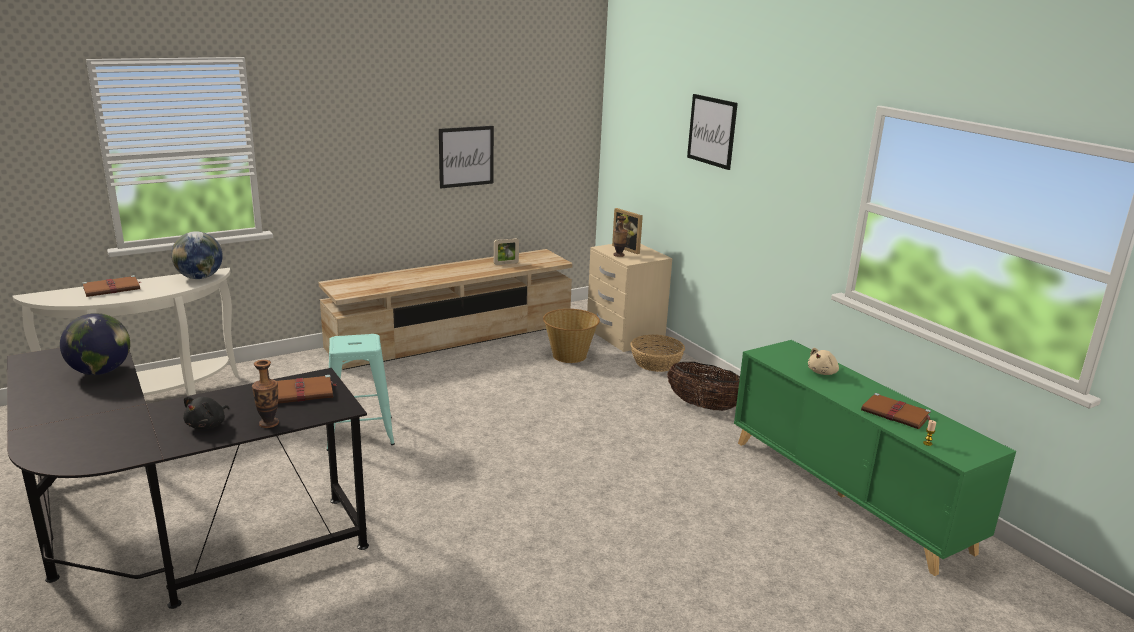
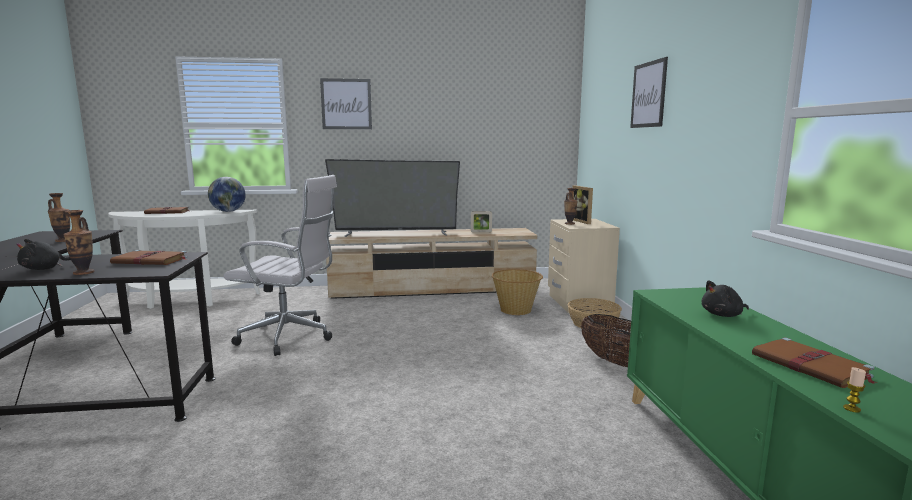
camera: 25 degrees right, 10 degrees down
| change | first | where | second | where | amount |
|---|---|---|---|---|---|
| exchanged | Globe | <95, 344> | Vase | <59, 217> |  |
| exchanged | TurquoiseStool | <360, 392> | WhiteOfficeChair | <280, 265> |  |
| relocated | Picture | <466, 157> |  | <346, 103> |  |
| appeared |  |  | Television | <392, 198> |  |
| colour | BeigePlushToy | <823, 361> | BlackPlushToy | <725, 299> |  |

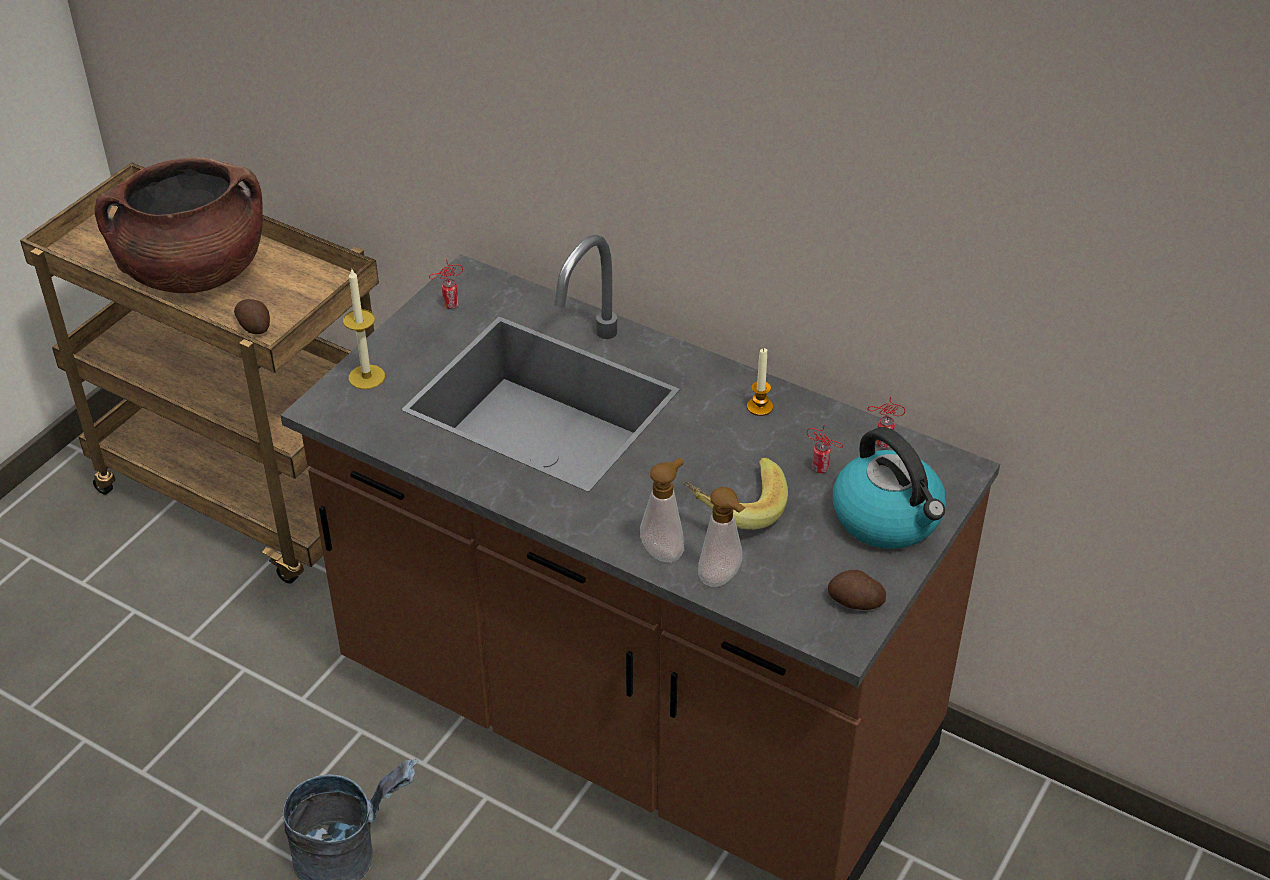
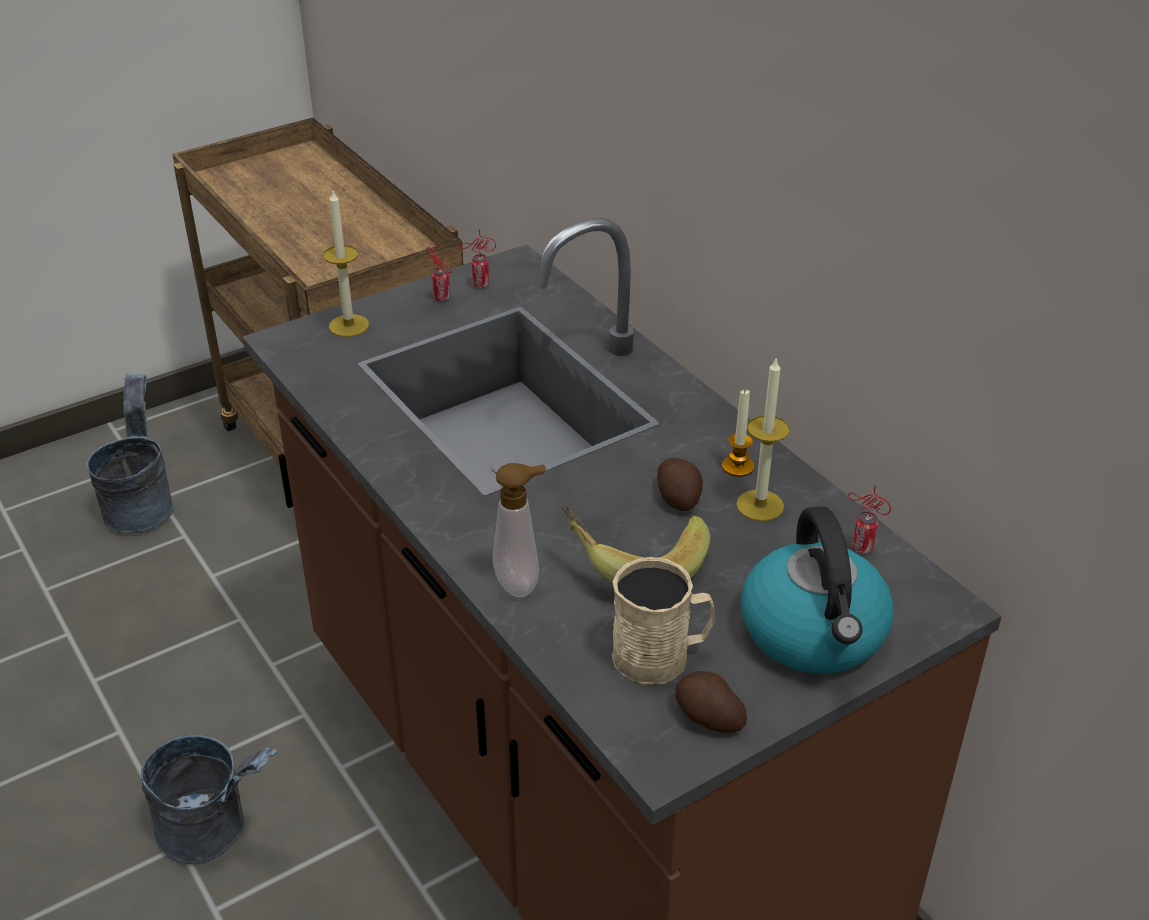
camera: 25 degrees right, 5 degrees down
| change | first | where | second | where | amount |
|---|---|---|---|---|---|
| appeared |  |  | GreyBucket | <130, 453> |  |
| relocated | Can | <825, 449> |  | <439, 273> |  |
| appeared |  |  | BeigeMug | <663, 621> |  |
| relocated | Potato | <252, 316> |  | <680, 484> |  |
| appeared |  |  | Candle | <763, 440> |  |
| missing | BrownCookingPot | <179, 225> |  |  |  |
| missing | SoapDispenser | <721, 537> |  |  |  |

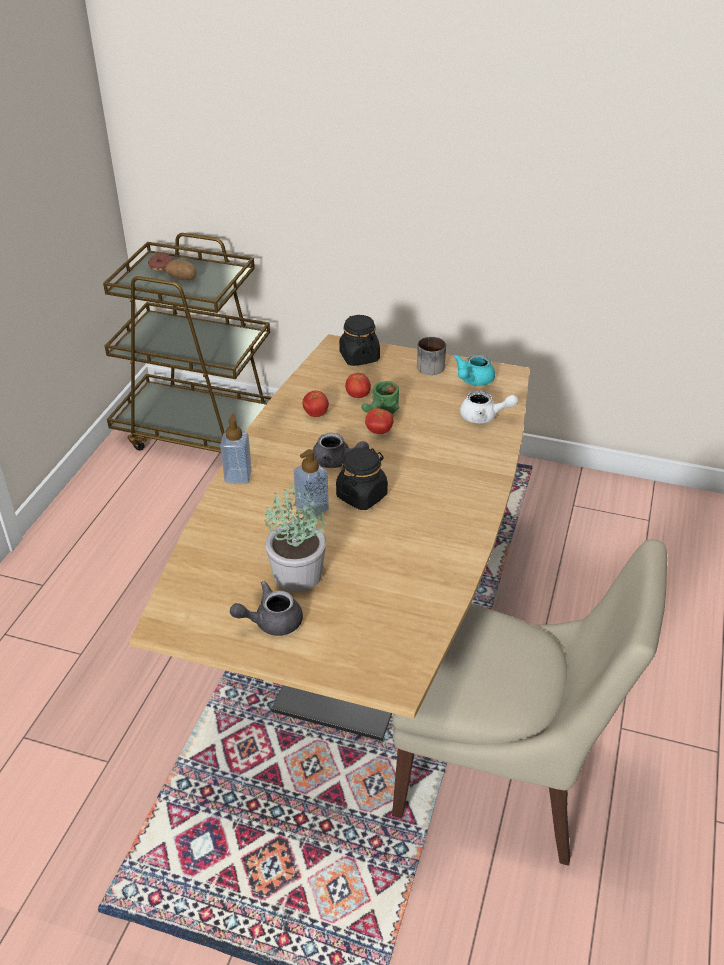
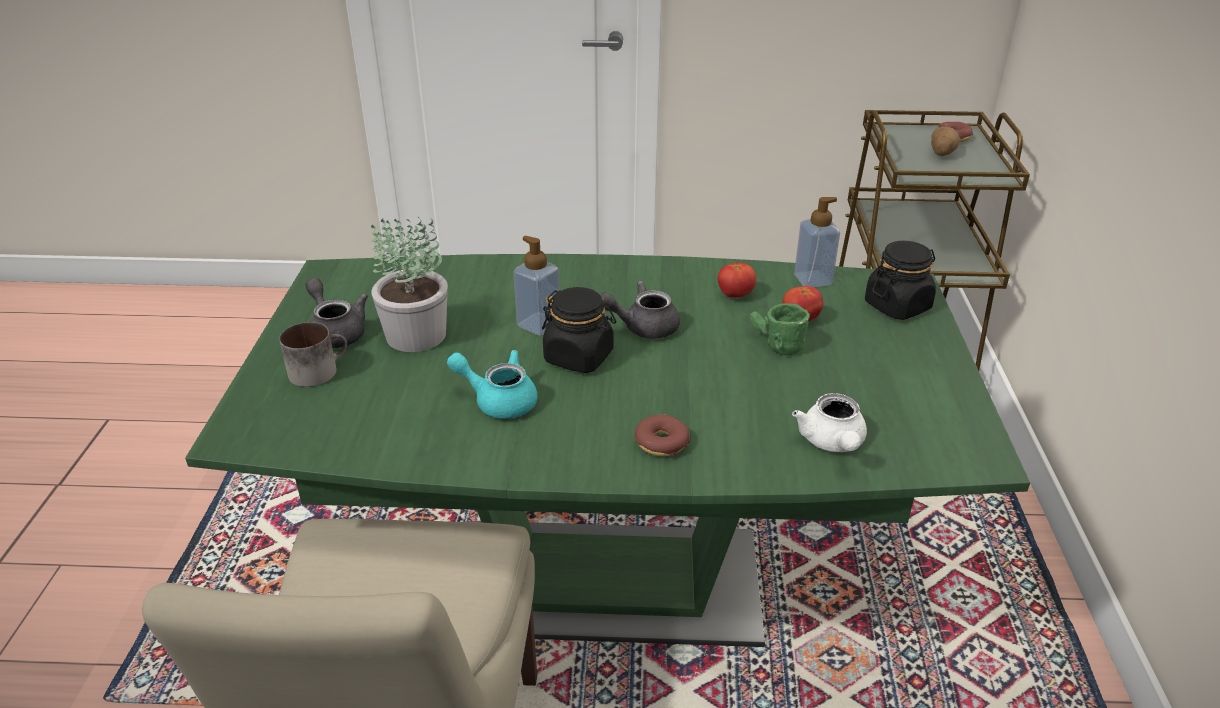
camera: 75 degrees right, 5 degrees down
| change | first | where | second | where | amount |
|---|---|---|---|---|---|
| colour | BrownDiningTable | <329, 537> | GreenDiningTable | <607, 450> |  |
| relocated | Mug | <431, 356> |  | <313, 354> |  |
| relocated | TurquoiseTeapot | <474, 370> |  | <492, 384> |  |
| spun | GreyTeapot | <341, 450> |  | <640, 310> | 75 degrees clockwise |
| appeared |  |  | Donut | <662, 435> |  |
| relocated | SoapDispenser | <236, 449> |  | <817, 242> |  |
| missing | Tomato | <379, 421> |  |  |  |

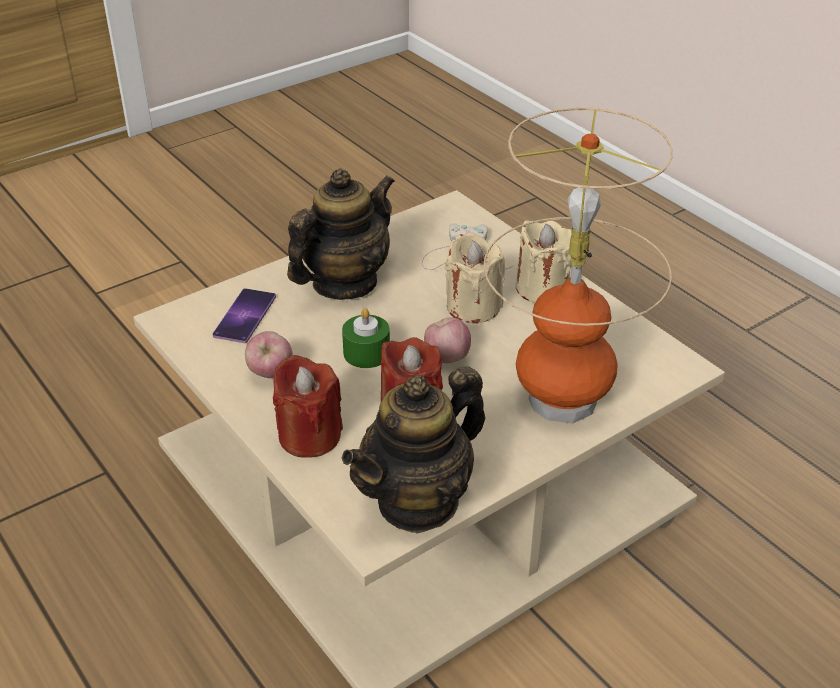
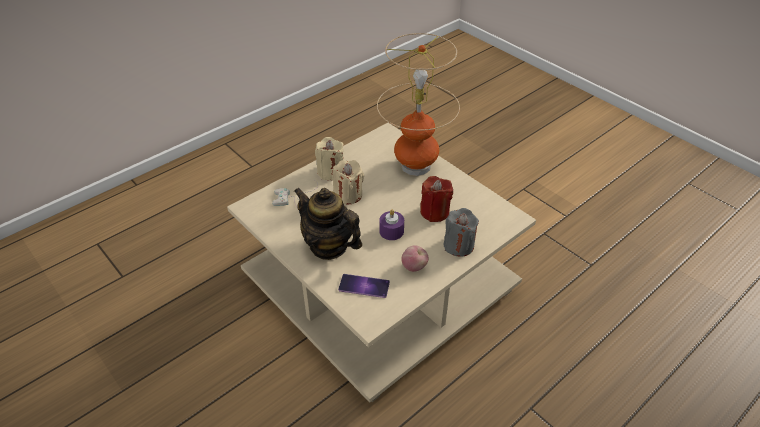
camera: 95 degrees left, 5 degrees up
| change | first | where | second | where | amount |
|---|---|---|---|---|---|
| colour | GreenCandle | <366, 338> | PurpleCandle | <391, 225> |  |
| colour | RedCandle | <308, 406> | GreyCandle | <461, 232> |  |
| missing | Teapot | <413, 449> |  |  |  |
| missing | Apple | <447, 340> |  |  |  |

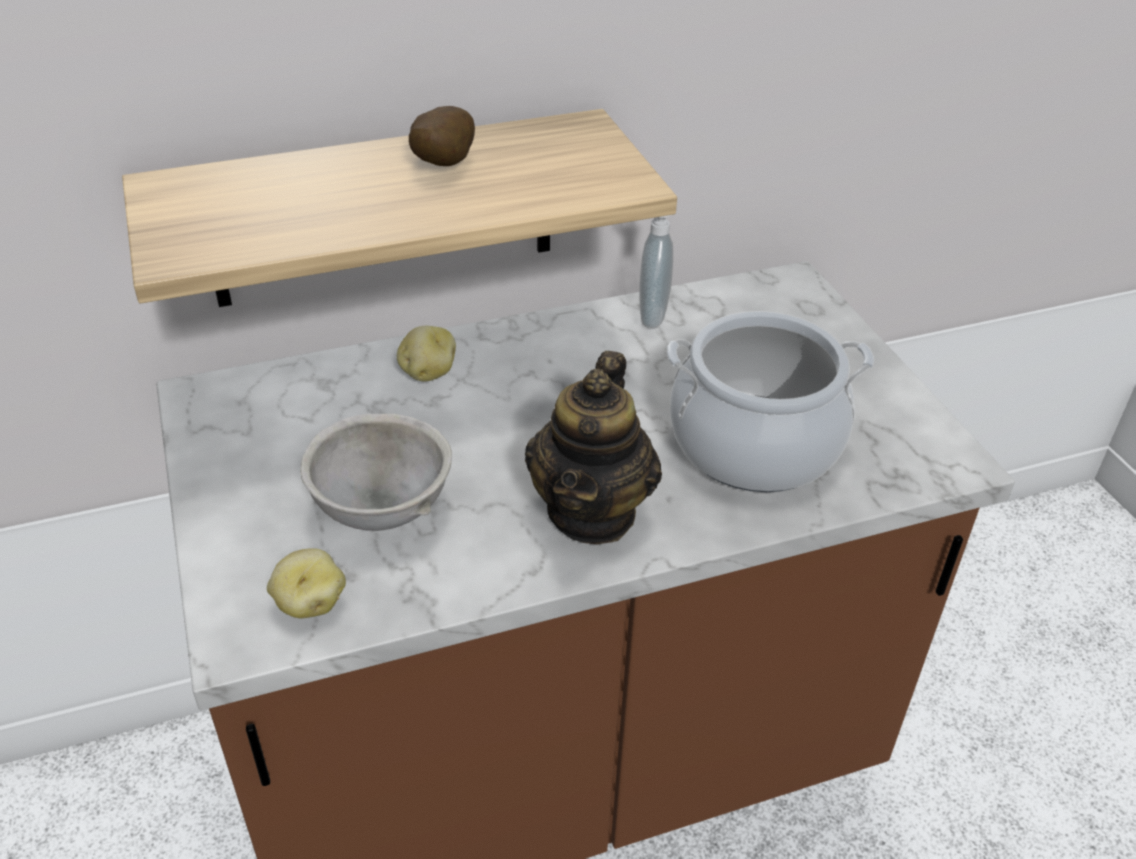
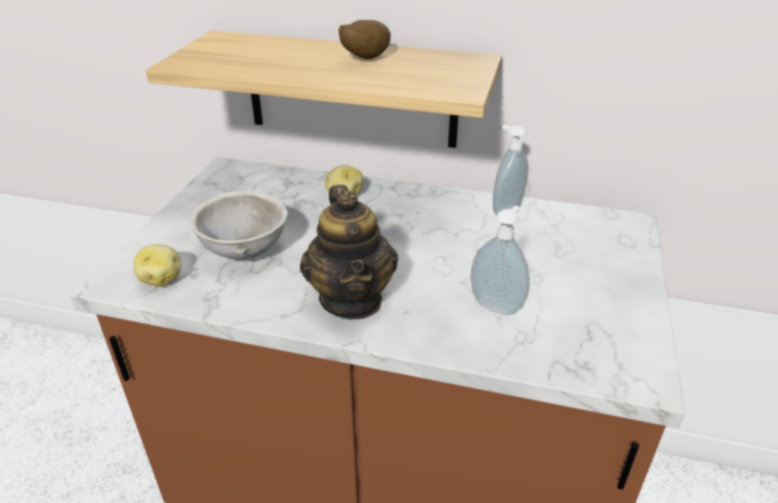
camera: 35 degrees right, 5 degrees down
| change | first | where | second | where | amount |
|---|---|---|---|---|---|
| spun | Teapot | <593, 447> |  | <349, 252> | 60 degrees counterclockwise |
| exchanged | CookingPot | <770, 401> | SoapDispenser | <500, 260> |  |

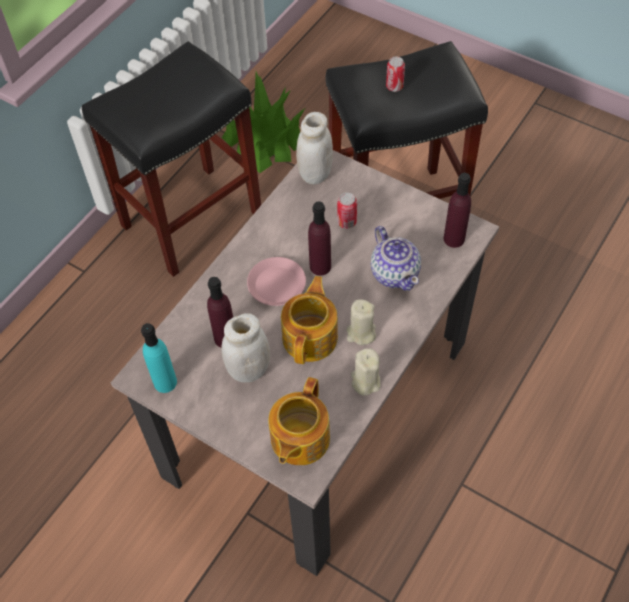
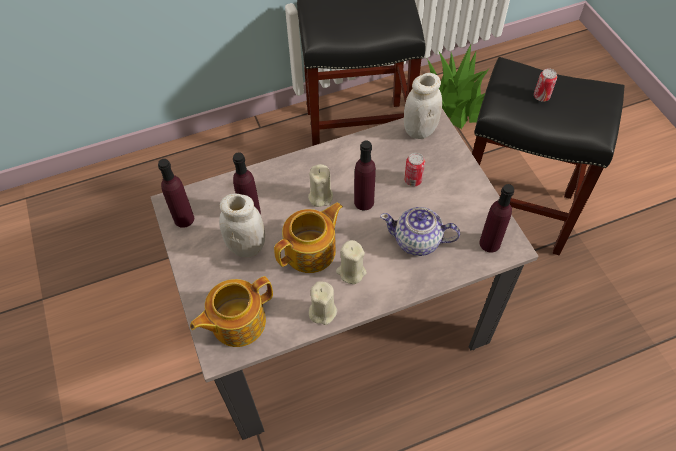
camera: 35 degrees right, 0 degrees up
| change | first | where | second | where | amount |
|---|---|---|---|---|---|
| colour | TurquoiseBottle | <159, 358> | PurpleBottle | <176, 193> |  |
| exchanged | PinkPlate | <276, 281> | BeigeCandle | <320, 185> |  |
| spun | Teapot | <396, 258> |  | <420, 231> | 90 degrees clockwise |

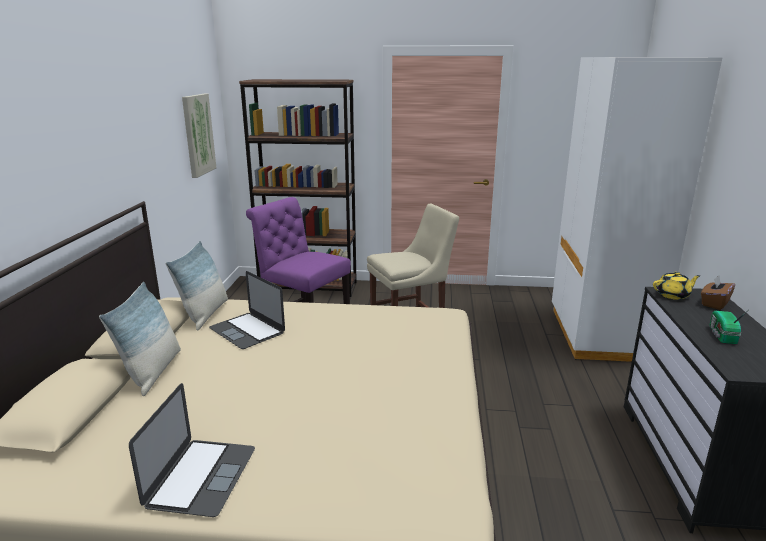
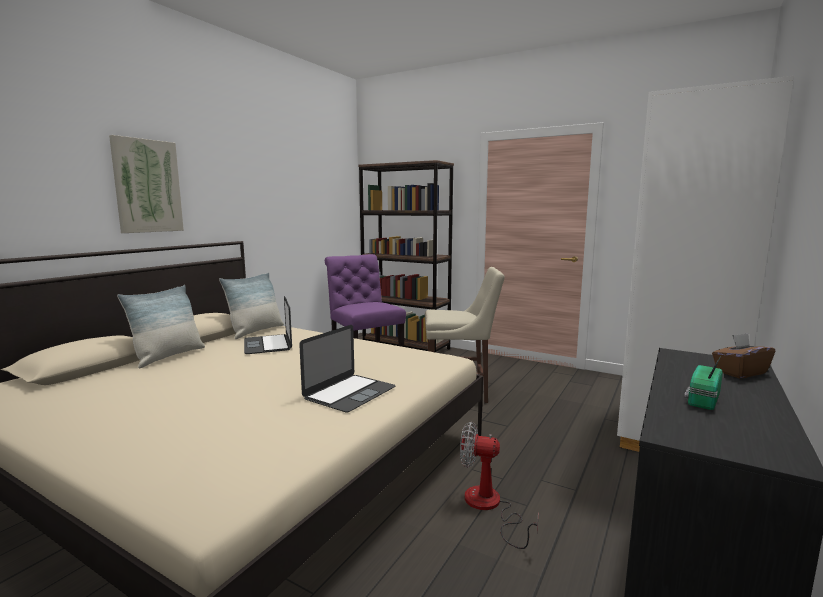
camera: 25 degrees right, 10 degrees down
| change | first | where | second | where | amount |
|---|---|---|---|---|---|
| relocated | Picture | <199, 136> |  | <146, 184> |  |
| relocated | Laptop | <192, 450> |  | <347, 368> |  |
| appeared |  |  | Fan | <499, 485> |  |
| missing | YellowTeapot | <676, 286> |  |  |  |

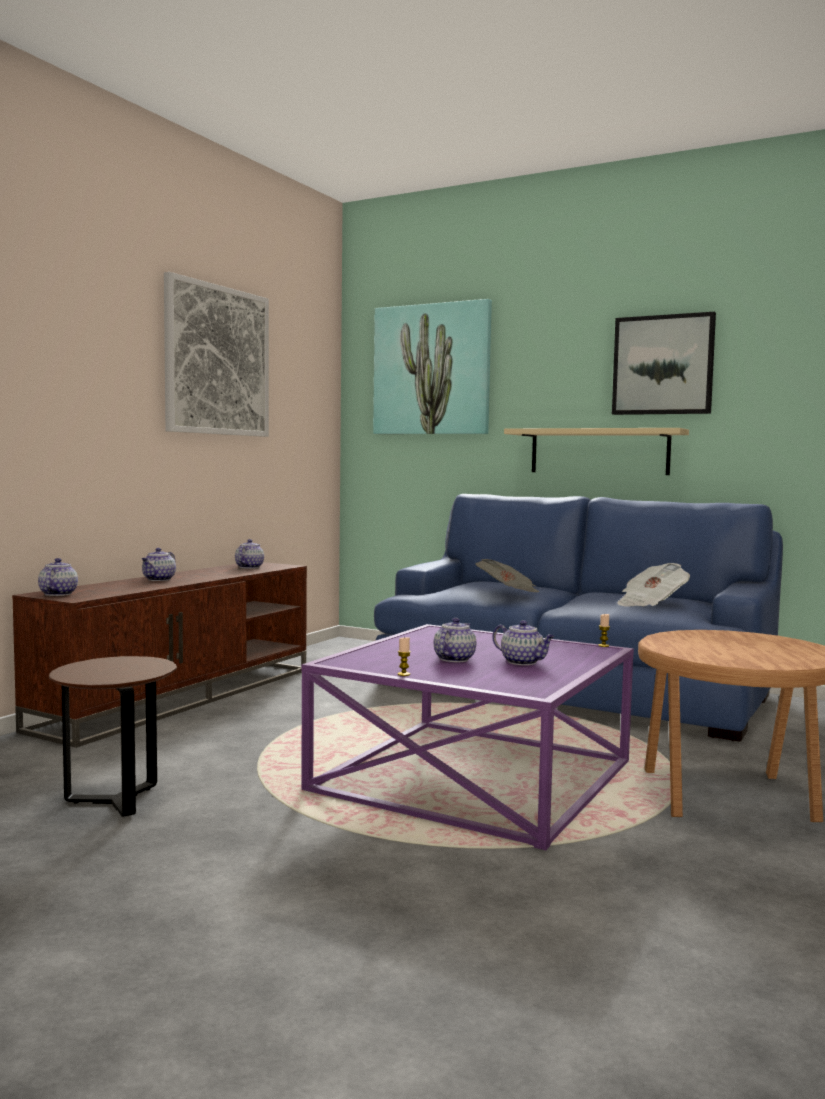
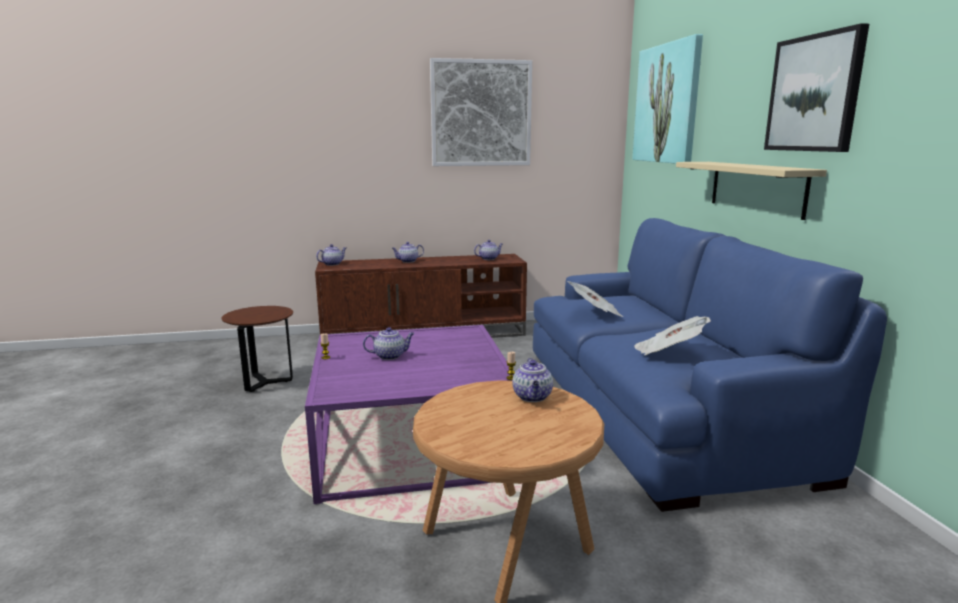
camera: 50 degrees right, 10 degrees up
| change | first | where | second | where | amount |
|---|---|---|---|---|---|
| relocated | Teapot | <524, 642> |  | <532, 380> |  |

